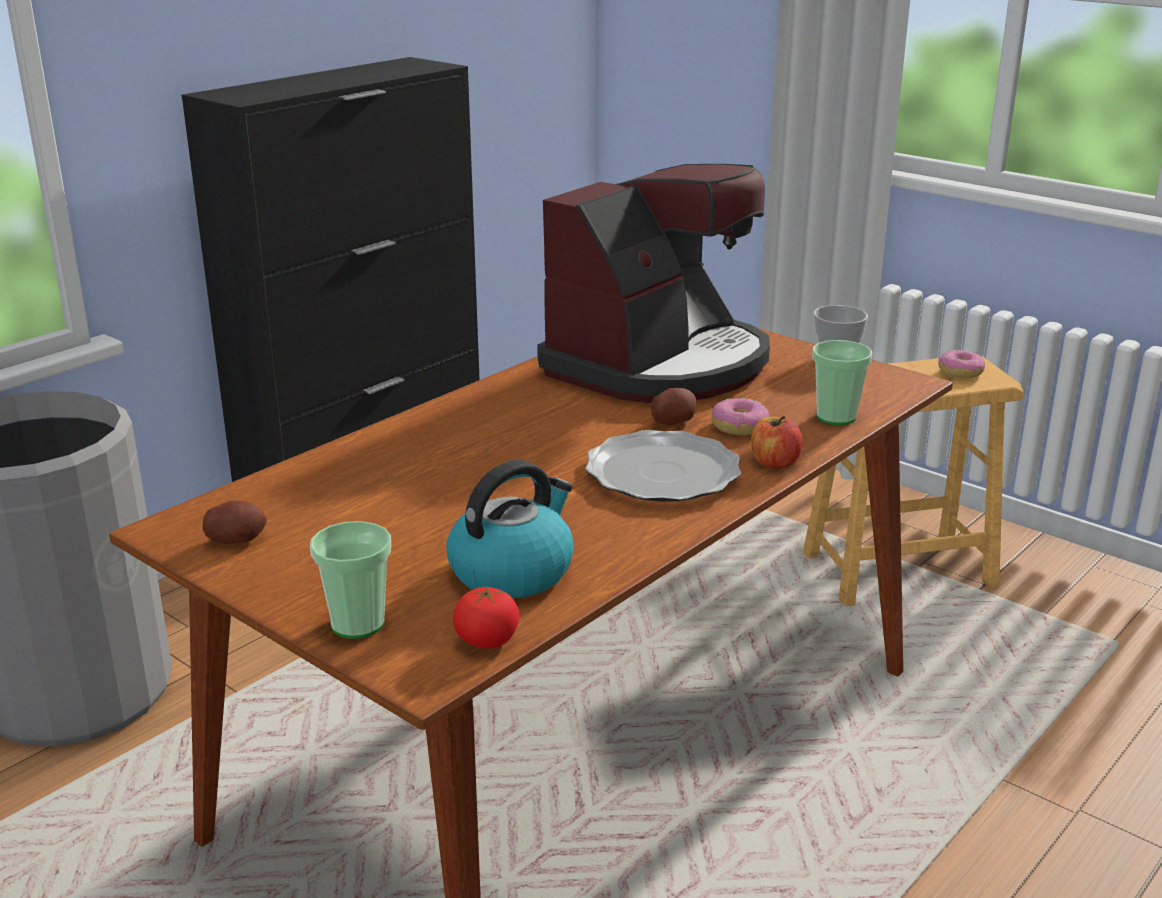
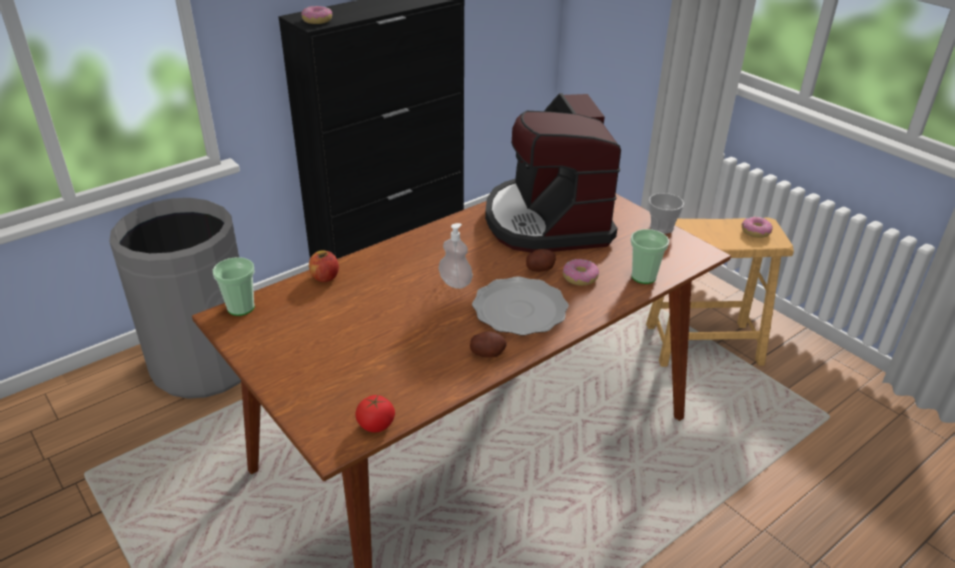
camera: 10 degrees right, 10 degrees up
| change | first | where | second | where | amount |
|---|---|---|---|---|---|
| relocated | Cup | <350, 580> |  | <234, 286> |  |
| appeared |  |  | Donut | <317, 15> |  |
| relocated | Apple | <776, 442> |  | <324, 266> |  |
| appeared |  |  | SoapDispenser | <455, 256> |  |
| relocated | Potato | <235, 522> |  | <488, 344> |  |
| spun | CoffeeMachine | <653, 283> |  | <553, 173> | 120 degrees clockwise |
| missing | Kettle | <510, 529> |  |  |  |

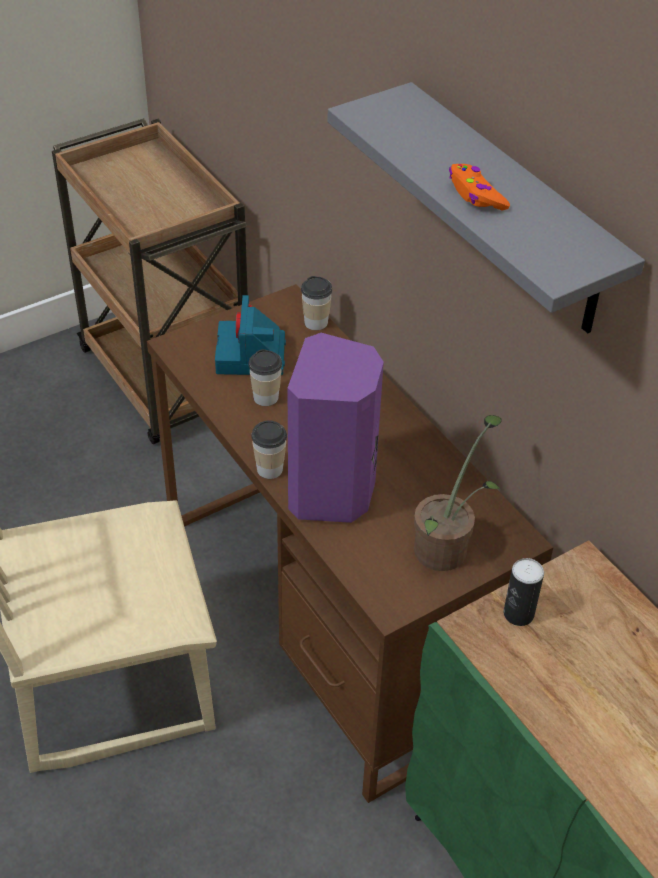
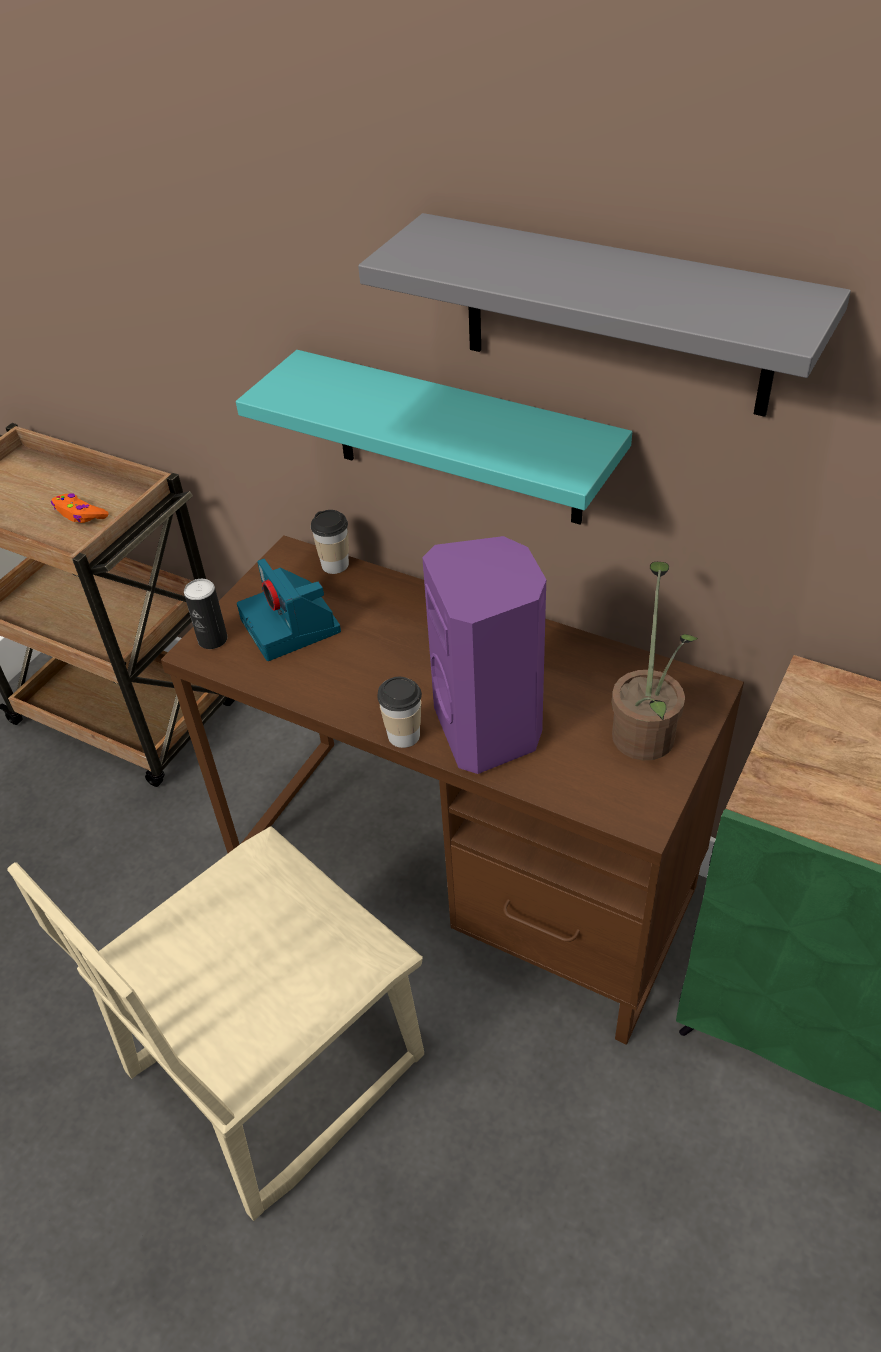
camera: 25 degrees left, 0 degrees up
| change | first | where | second | where | amount |
|---|---|---|---|---|---|
| relocated | OrangeGameController | <479, 187> |  | <80, 508> |  |
| relocated | Can | <524, 592> |  | <205, 614> |  |
| appeared |  |  | TurquoiseShelf | <434, 437> |  |
| missing | Cup | <265, 377> |  |  |  |

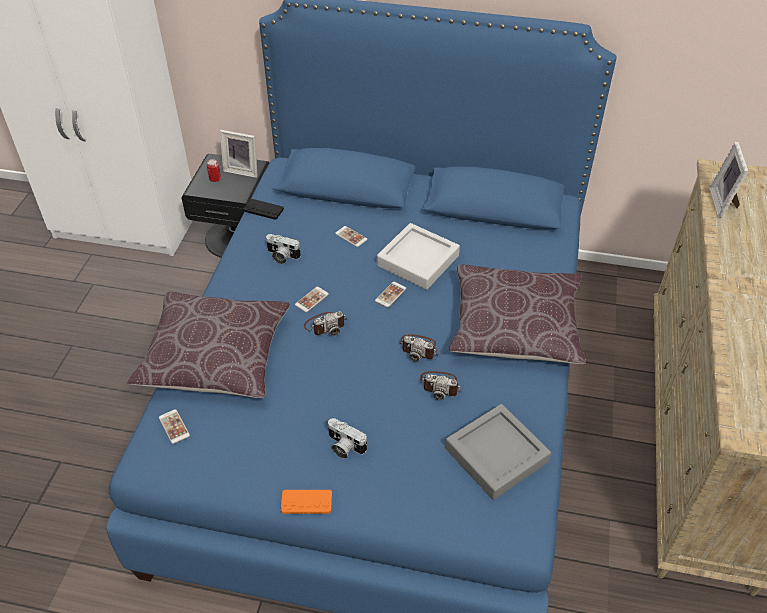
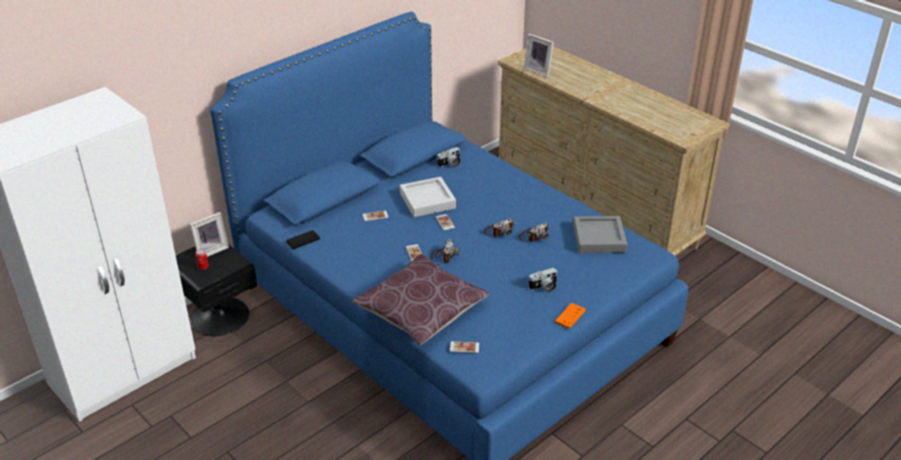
camera: 55 degrees left, 10 degrees down
| change | first | where | second | where | amount |
|---|---|---|---|---|---|
| relocated | PhotoCamera | <283, 249> |  | <448, 157> |  |
| missing | BrownPillow | <517, 314> |  |  |  |

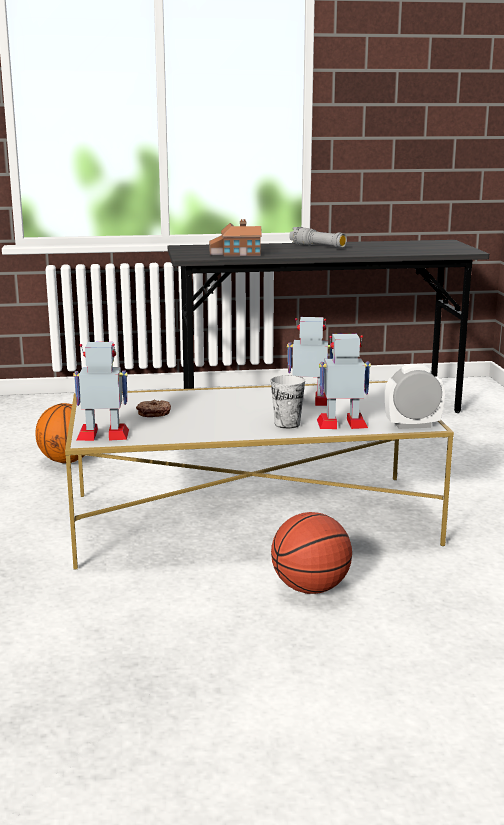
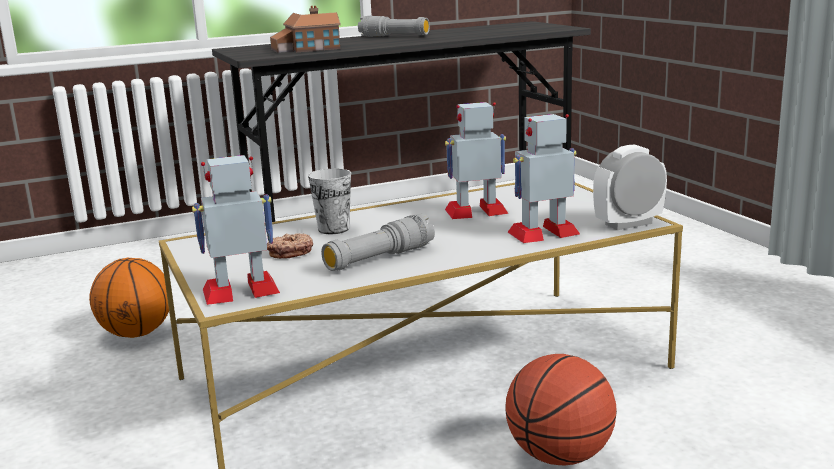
camera: 15 degrees left, 0 degrees up
| change | first | where | second | where | amount |
|---|---|---|---|---|---|
| relocated | Cup | <288, 402> |  | <329, 201> |  |
| appeared |  |  | GreyFlashlight | <378, 242> |  |

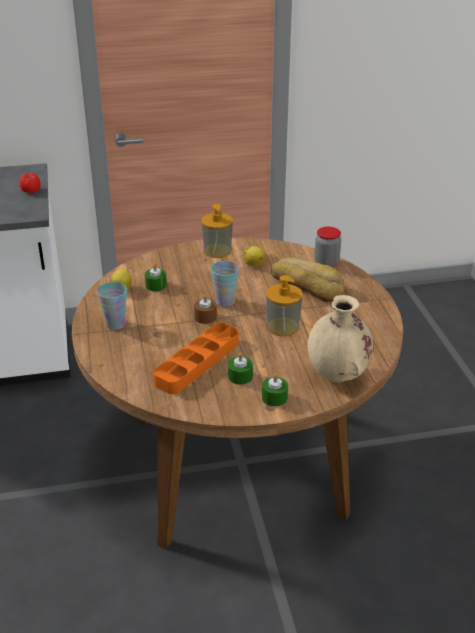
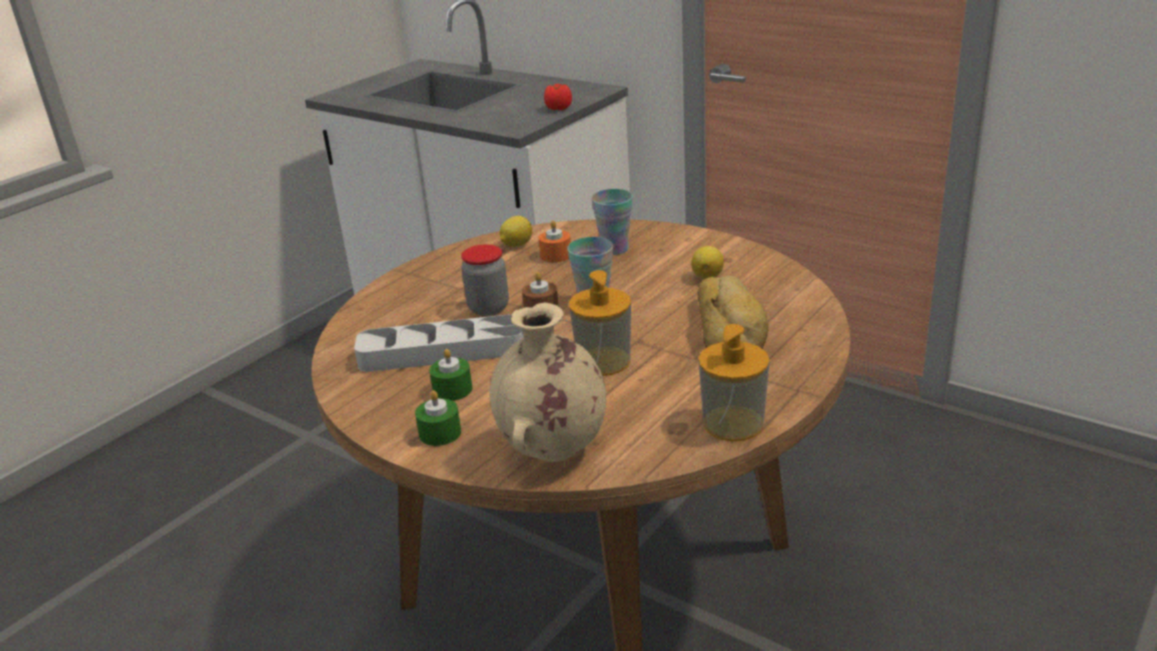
camera: 50 degrees right, 5 degrees down
| change | first | where | second | where | amount |
|---|---|---|---|---|---|
| colour | OrangeTray | <196, 358> | GreyTray | <439, 343> |  |
| relocated | Jar | <327, 247> |  | <485, 280> |  |
| colour | GreenCandle | <156, 277> | OrangeCandle | <555, 241> |  |
| relocated | Cup | <112, 306> |  | <612, 222> |  |
| relocated | SoapDispenser | <217, 231> |  | <734, 382> |  |

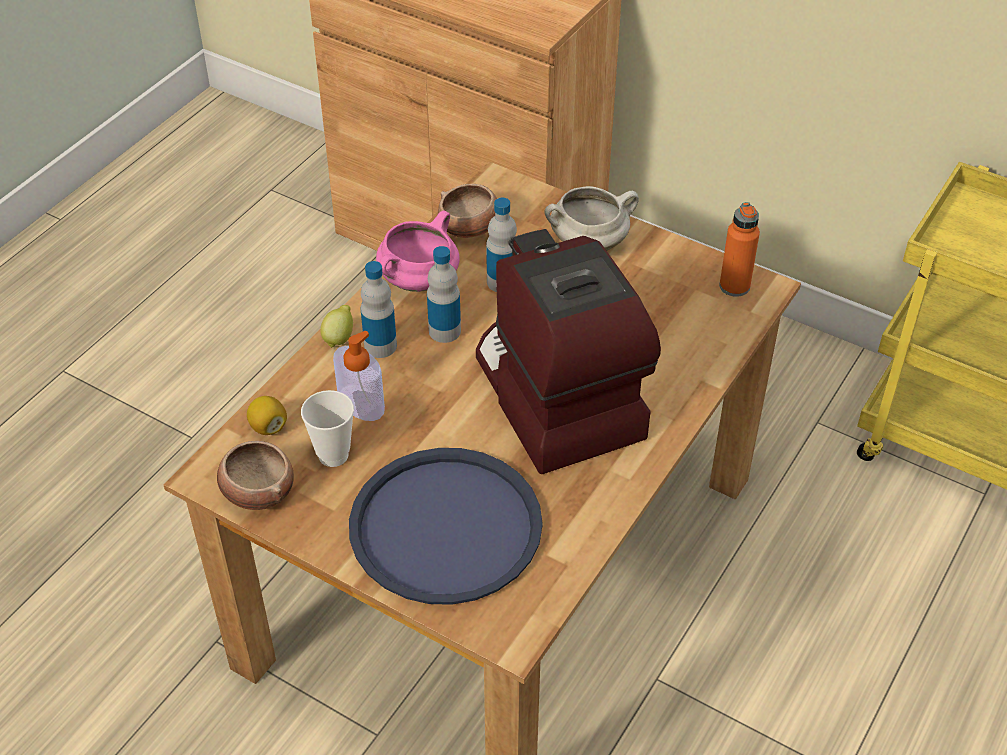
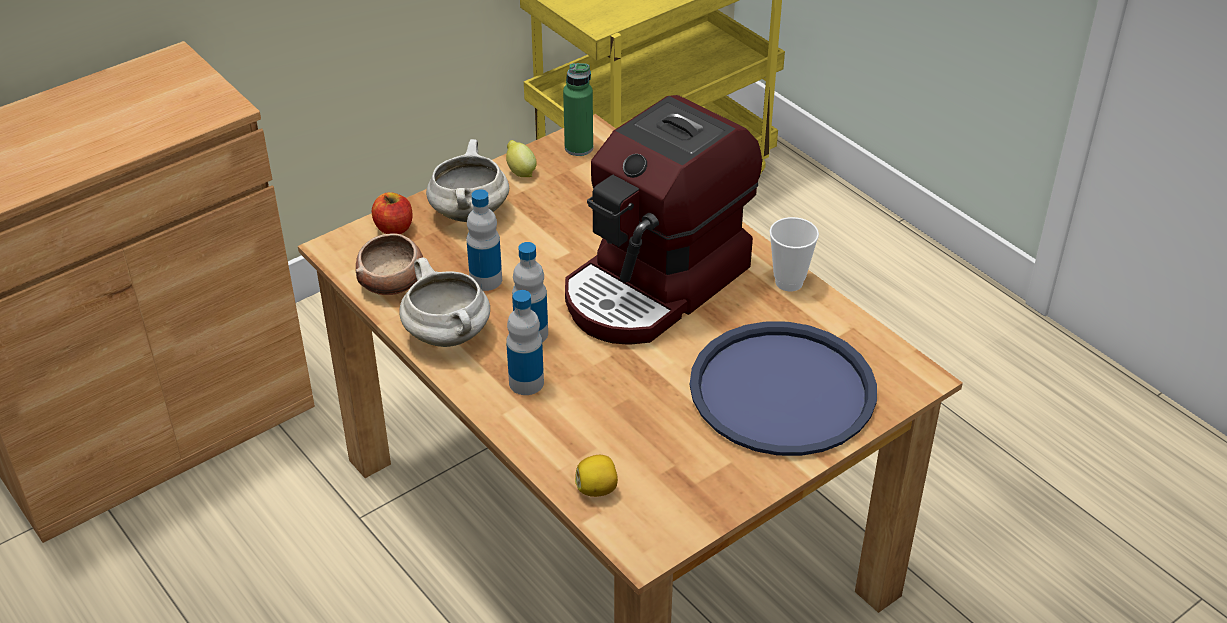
camera: 70 degrees left, 5 degrees down
| change | first | where | second | where | amount |
|---|---|---|---|---|---|
| appeared |  |  | Apple | <392, 213> |  |
| colour | PinkCookingPot | <418, 251> | WhiteCookingPot | <445, 302> |  |
| relocated | Lemon | <336, 326> |  | <521, 158> |  |
| colour | OrangeBottle | <740, 249> | GreenBottle | <578, 109> |  |
| spun | CoffeeMachine | <568, 351> |  | <663, 220> | 45 degrees counterclockwise |
| relocated | Cup | <327, 428> |  | <794, 254> |  |
| missing | Bowl | <255, 475> |  |  |  |
| missing | SoapDispenser | <359, 376> |  |  |  |

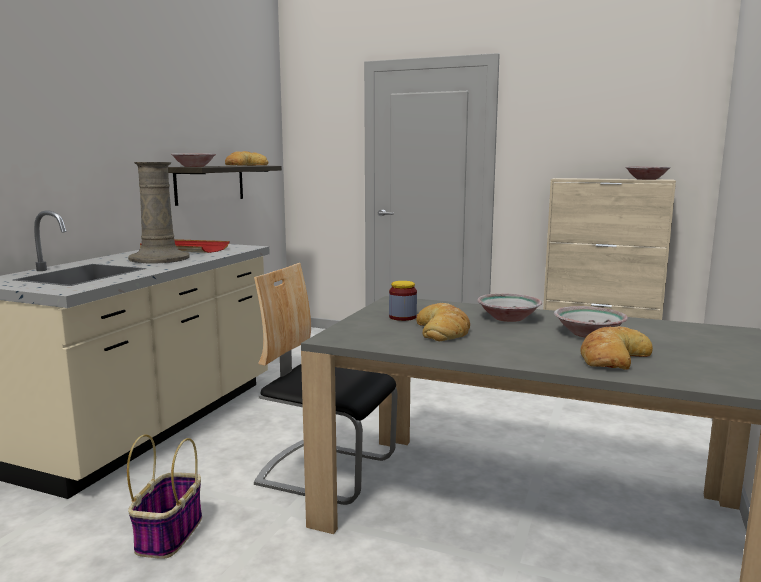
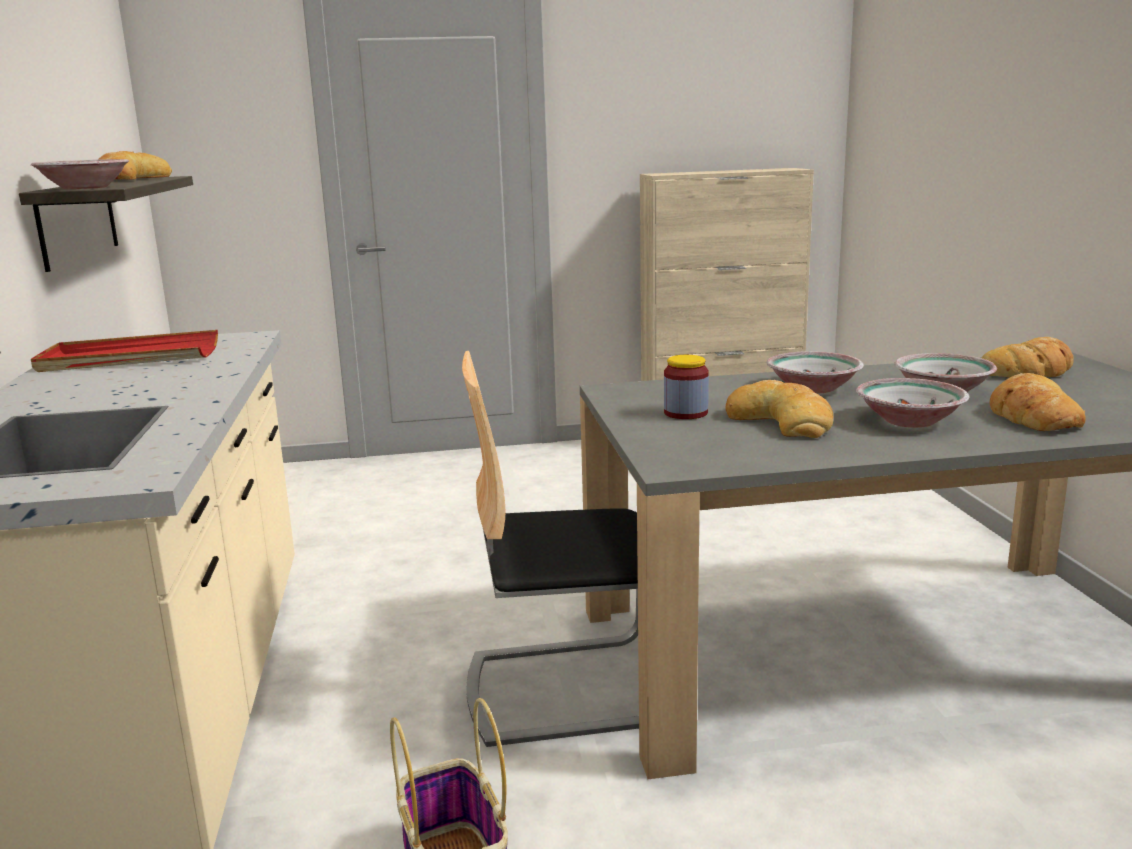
camera: 30 degrees left, 5 degrees up
| change | first | where | second | where | amount |
|---|---|---|---|---|---|
| relocated | Bowl | <648, 173> |  | <912, 403> |  |
| appeared |  |  | Bread | <1028, 357> |  |
| missing | BeigeVase | <159, 213> |  |  |  |

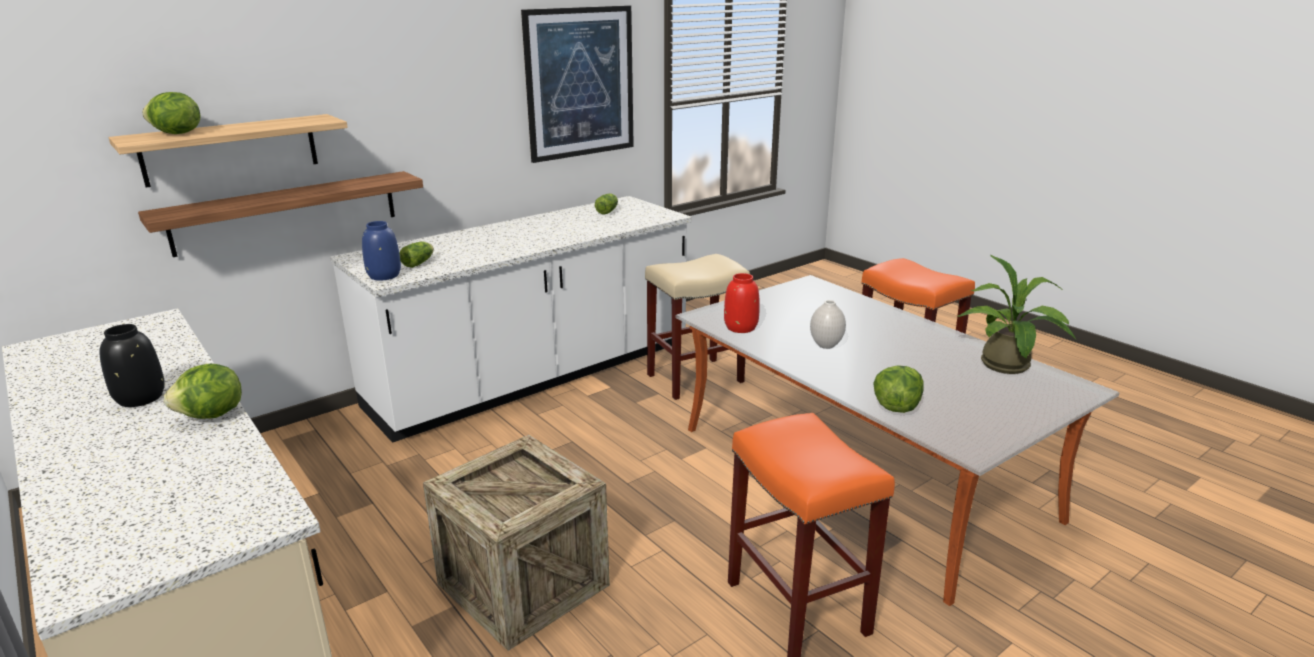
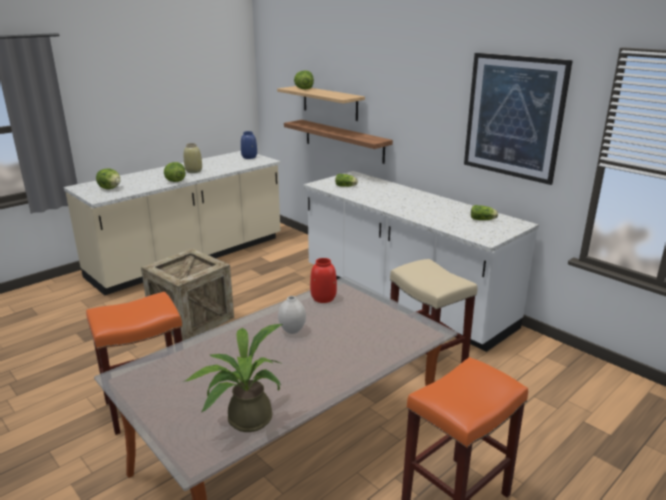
camera: 85 degrees right, 0 degrees up
| change | first | where | second | where | amount |
|---|---|---|---|---|---|
| relocated | Lettuce | <899, 389> |  | <108, 178> |  |
| colour | BlackVase | <132, 365> | BeigeVase | <193, 158> |  |
| relocated | BlueVase | <381, 251> |  | <249, 145> |  |

